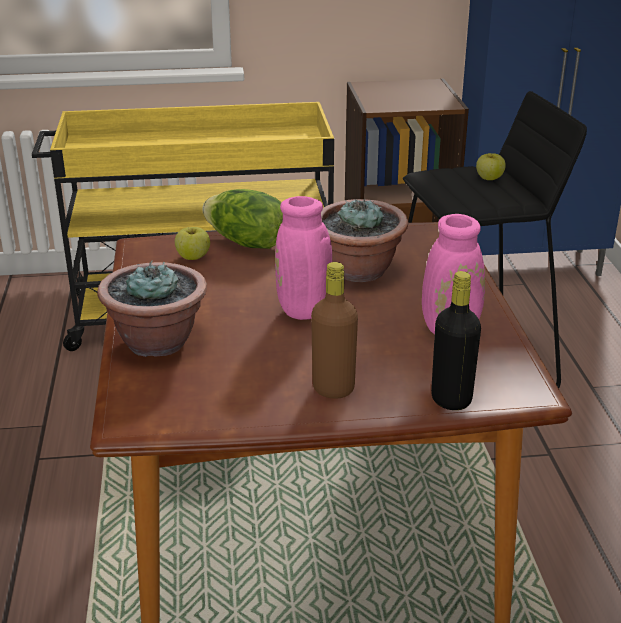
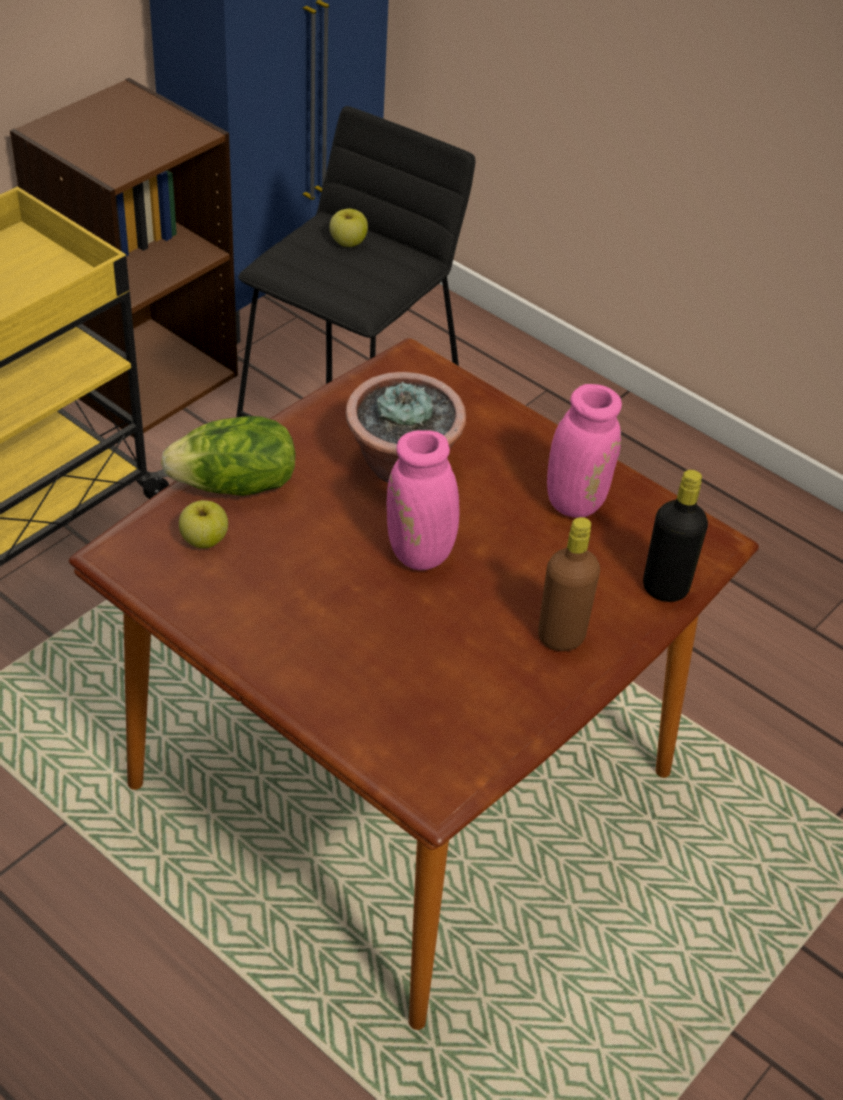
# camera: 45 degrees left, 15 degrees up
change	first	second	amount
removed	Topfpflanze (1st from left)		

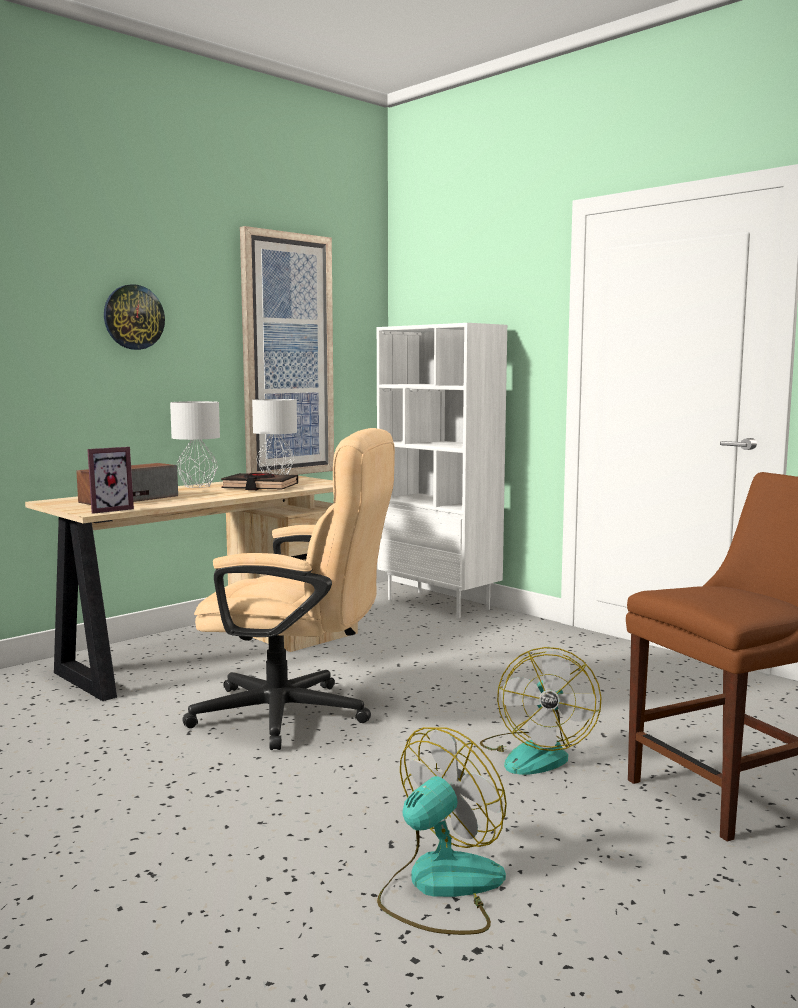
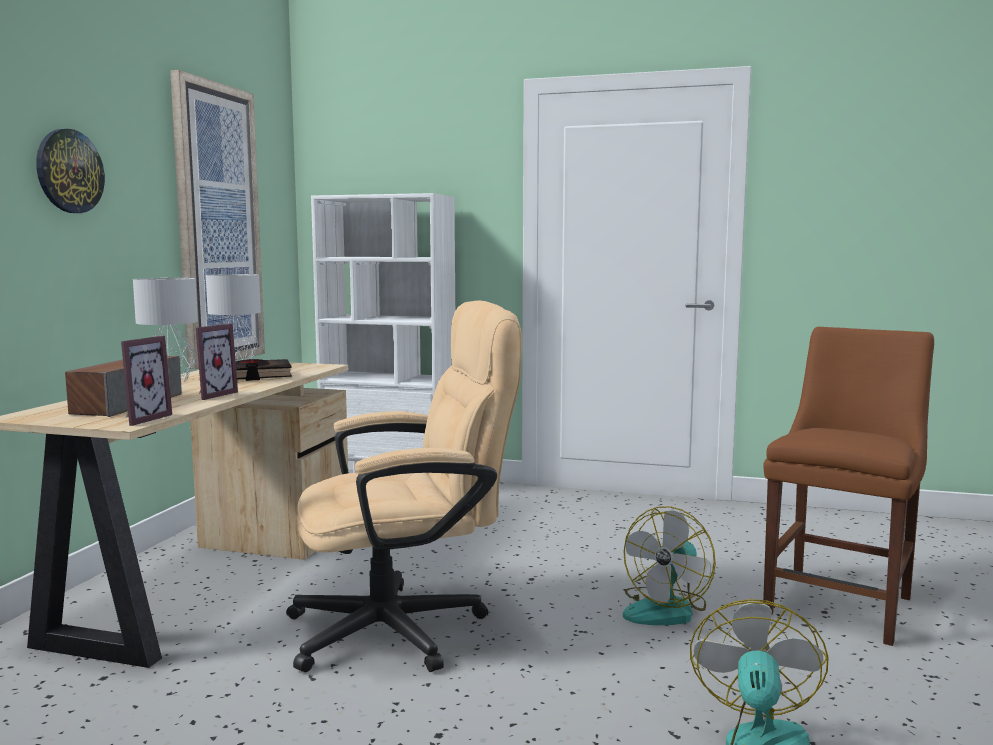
# camera: 30 degrees left, 0 degrees up
change	first	second	amount
turned	Ventilator (2nd from left in the first image)	Ventilator (1st from left)	60 degrees clockwise
added		Bilderrahmen (2nd from left)	

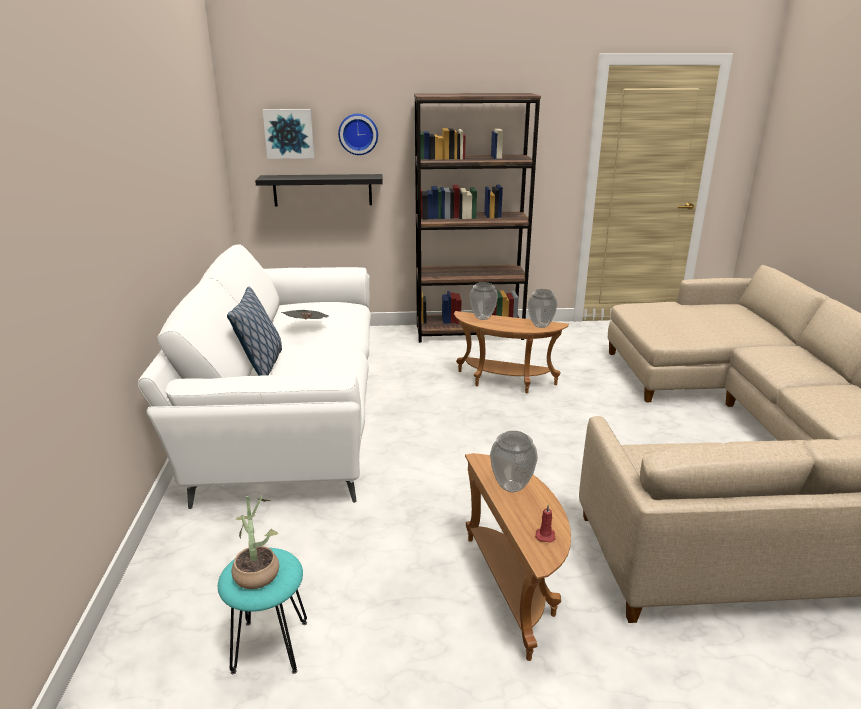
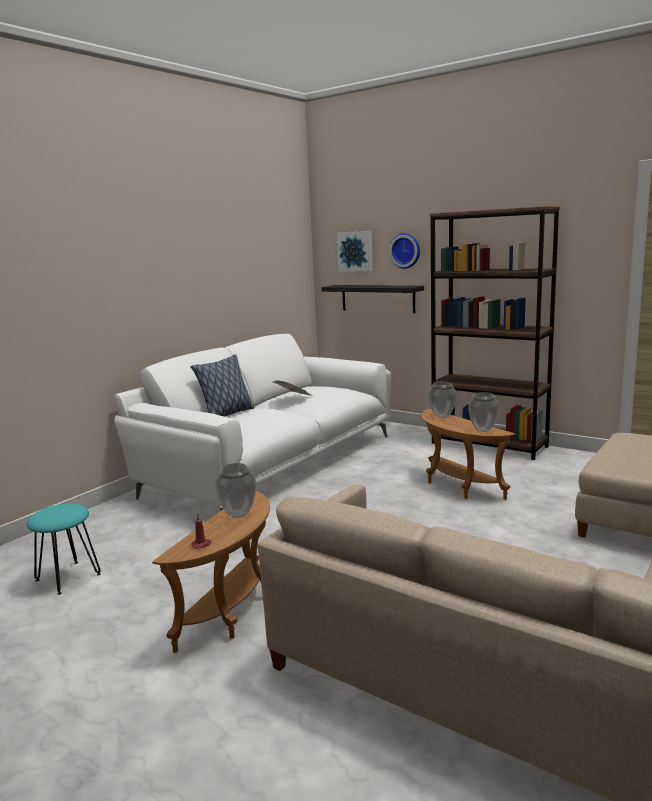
# camera: 40 degrees right, 10 degrees down
change	first	second	amount
removed	Topfpflanze		

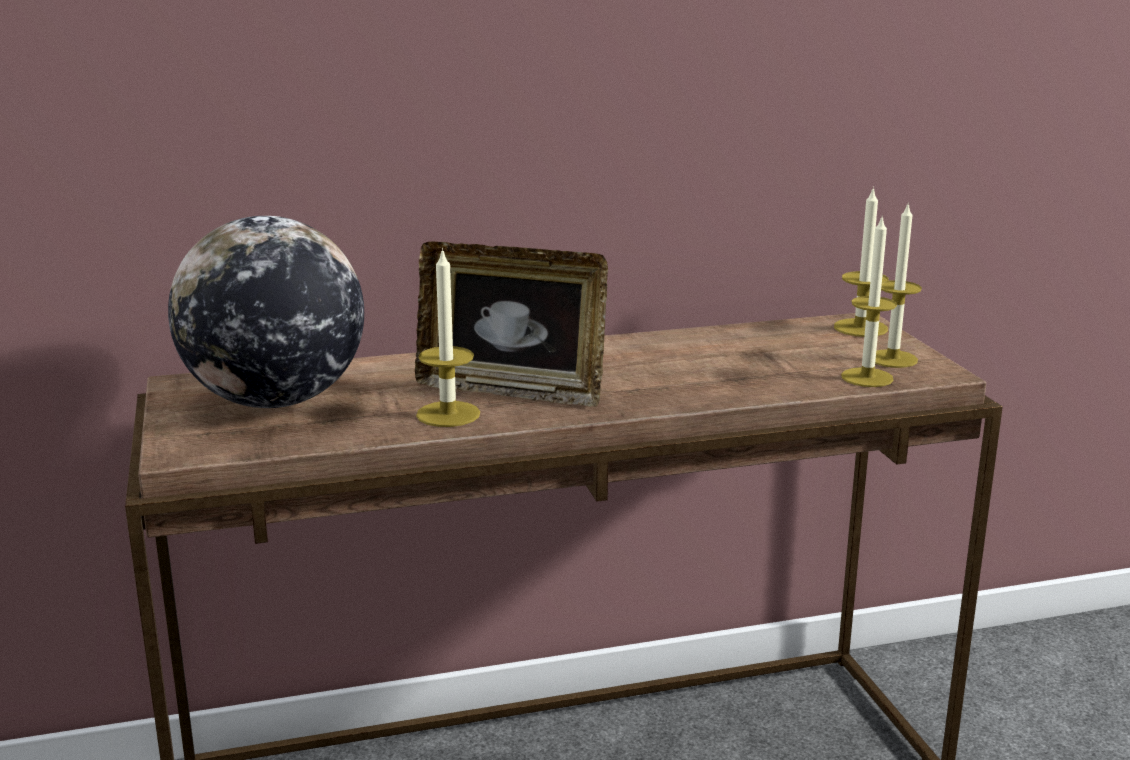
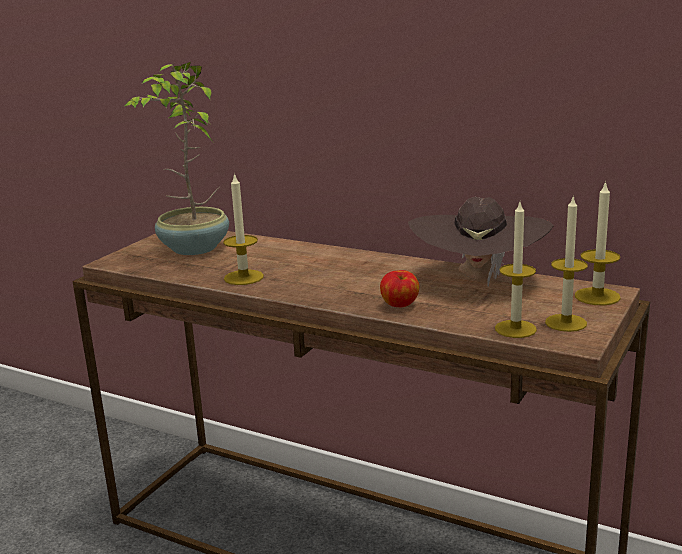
# camera: 45 degrees right, 0 degrees up
change	first	second	amount
replaced	Globus	Topfpflanze	
removed	Bilderrahmen		
added		Apfel	
added		Hut (braun)	

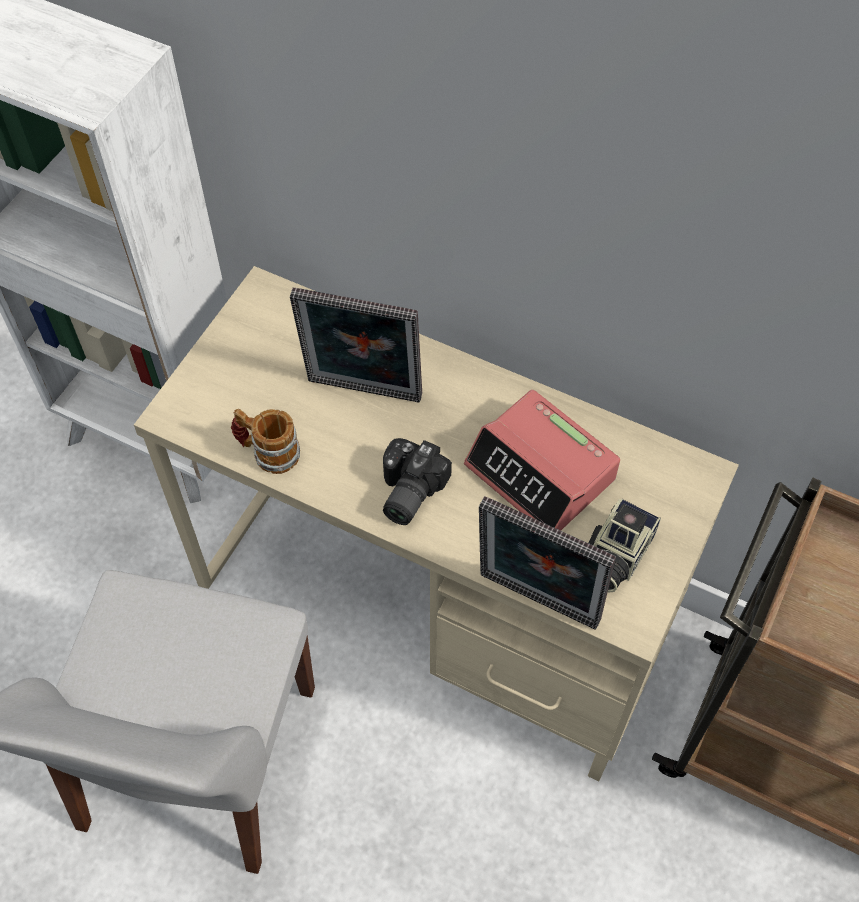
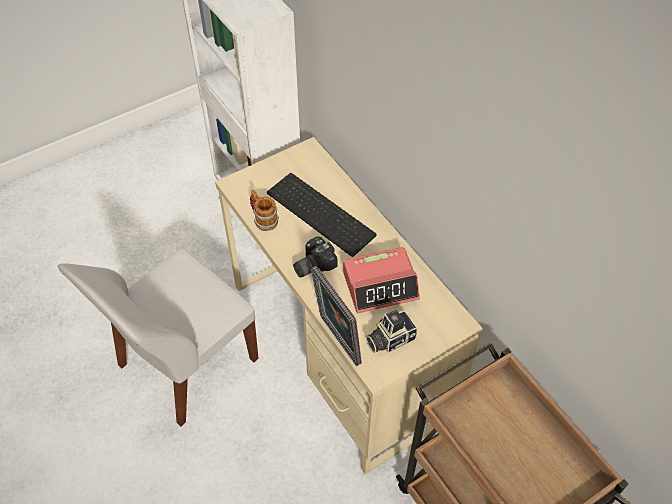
# camera: 30 degrees right, 5 degrees down
change	first	second	amount
replaced	Bilderrahmen (1st from left)	Tastatur	
turned	Wecker		90 degrees counterclockwise

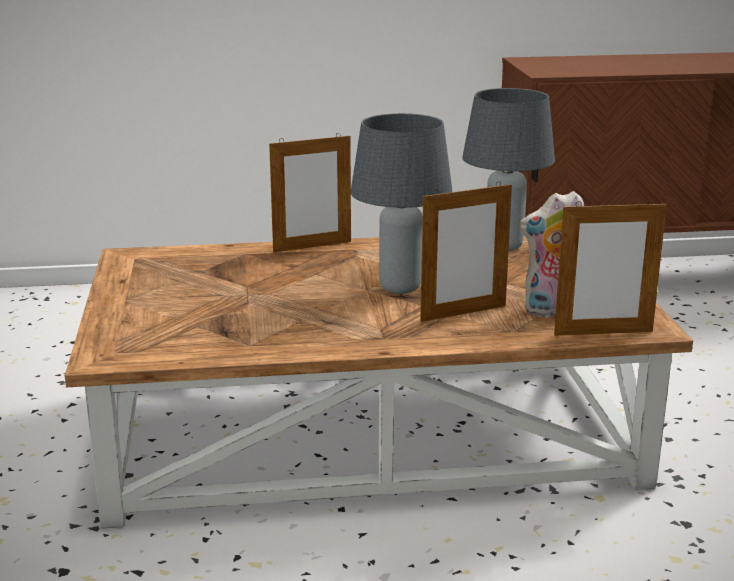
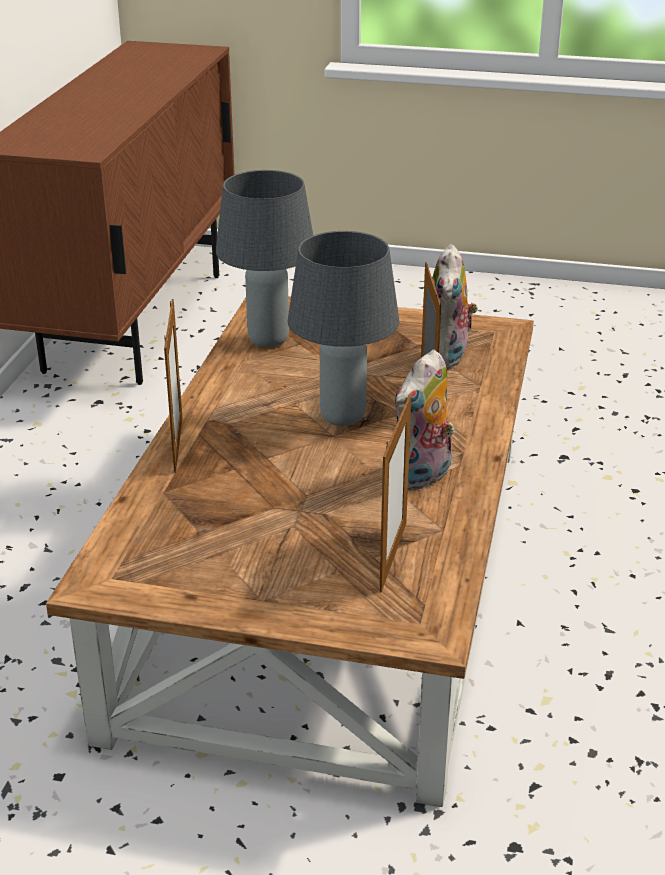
# camera: 70 degrees left, 10 degrees up
change	first	second	amount
moved	Bilderrahmen (3rd from left in the first image)	Bilderrahmen (2nd from left)	
added		Plüschtier (1st from left)	

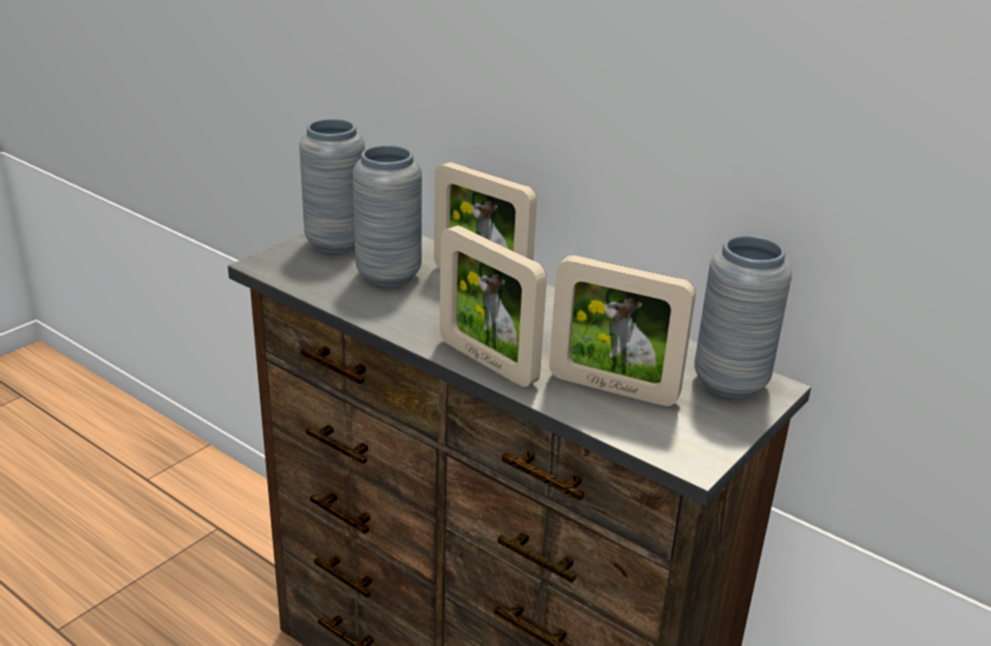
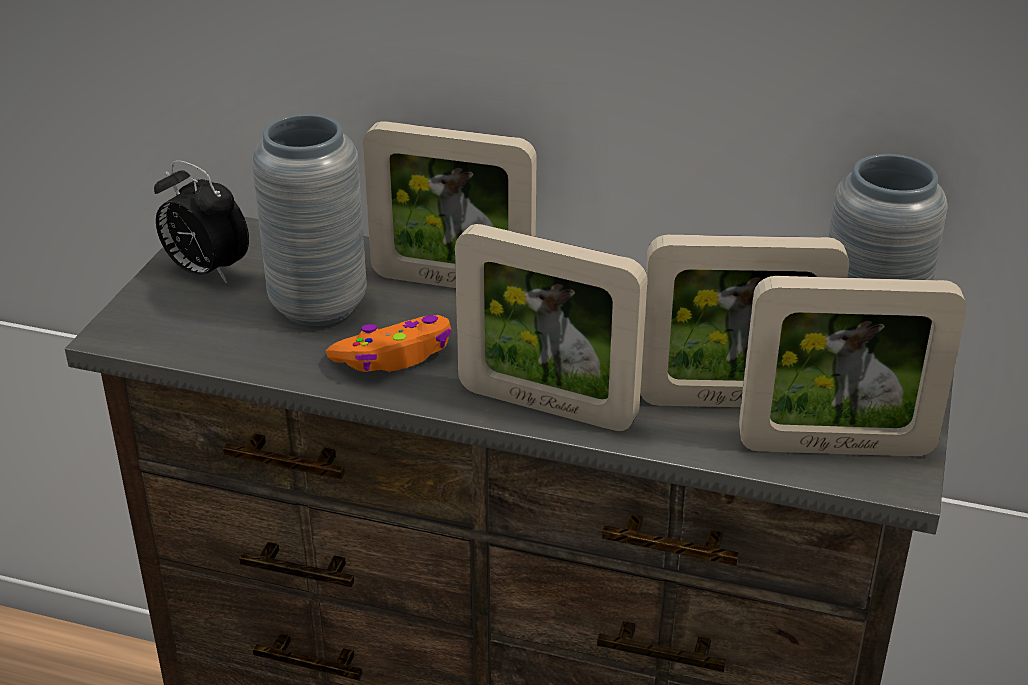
# camera: 20 degrees left, 5 degrees up
change	first	second	amount
replaced	Vase (grau) (1st from left)	Wecker	
added		Gamepad (orange)	
added		Bilderrahmen (4th from left)	

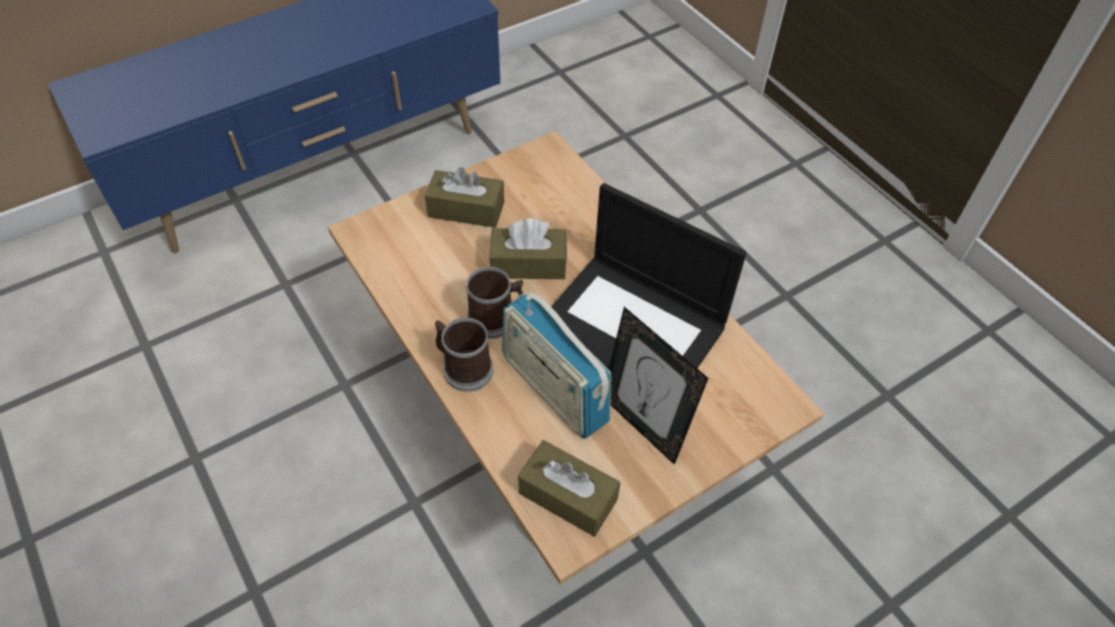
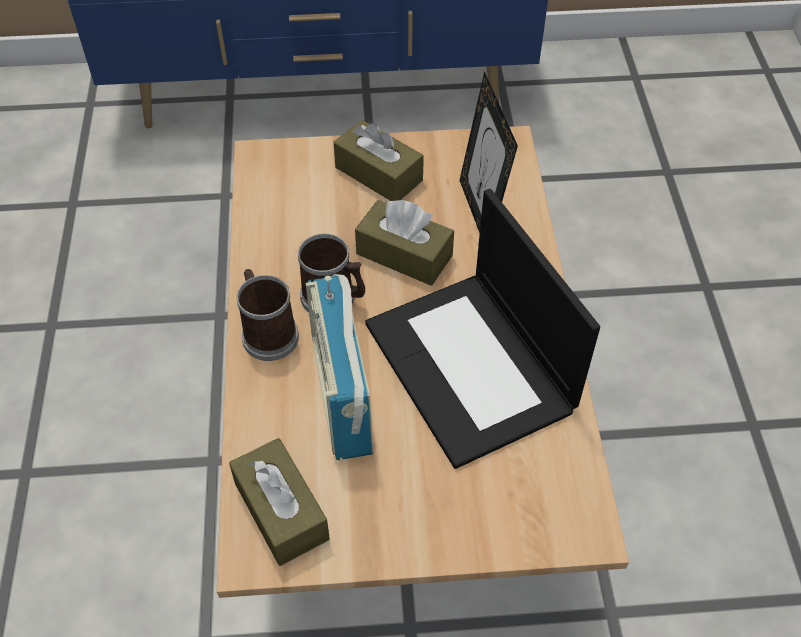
# camera: 30 degrees right, 0 degrees up
change	first	second	amount
moved	Bilderrahmen		

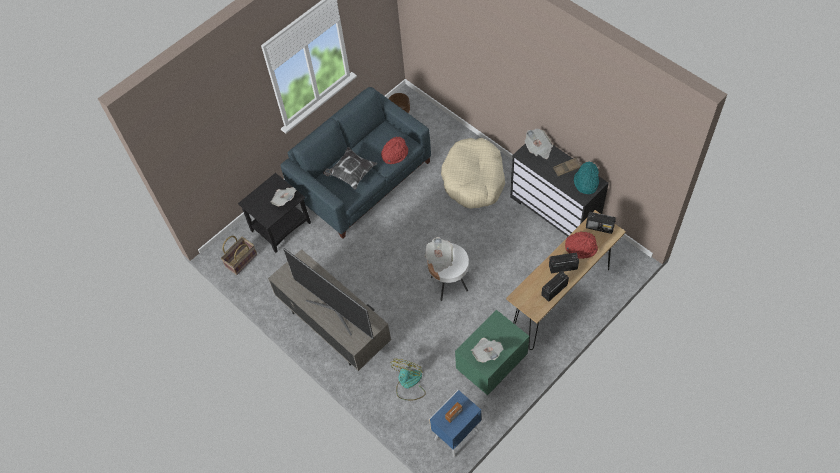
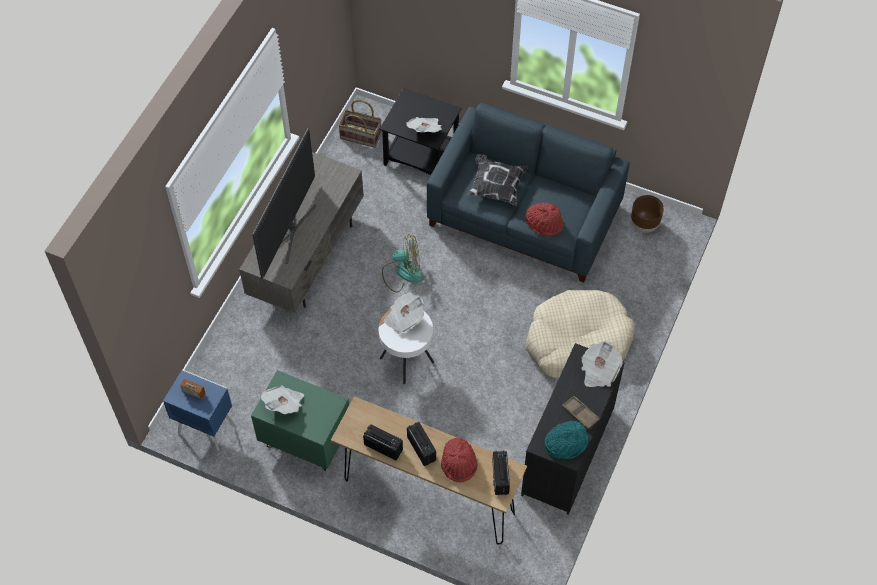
# camera: 65 degrees right, 0 degrees up
change	first	second	amount
moved	Ventilator		

